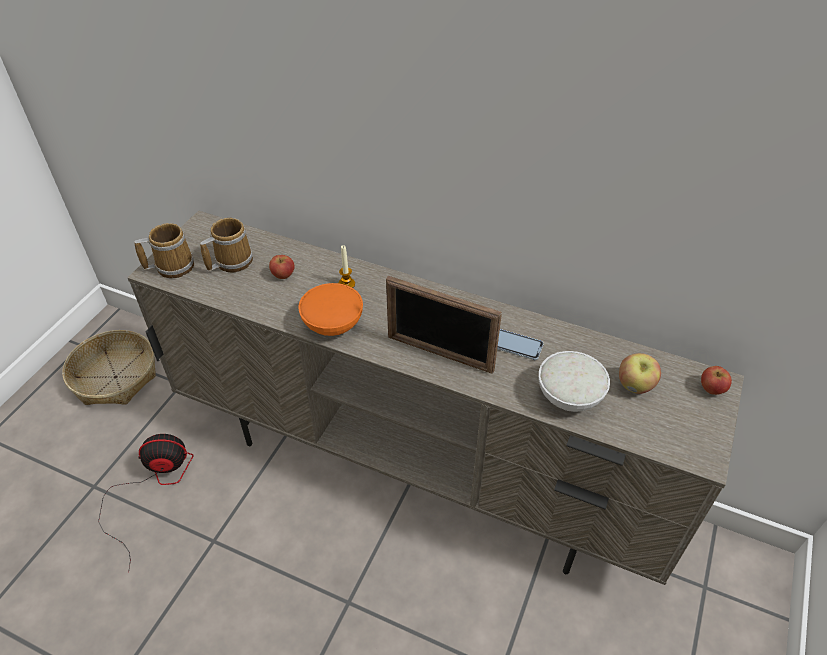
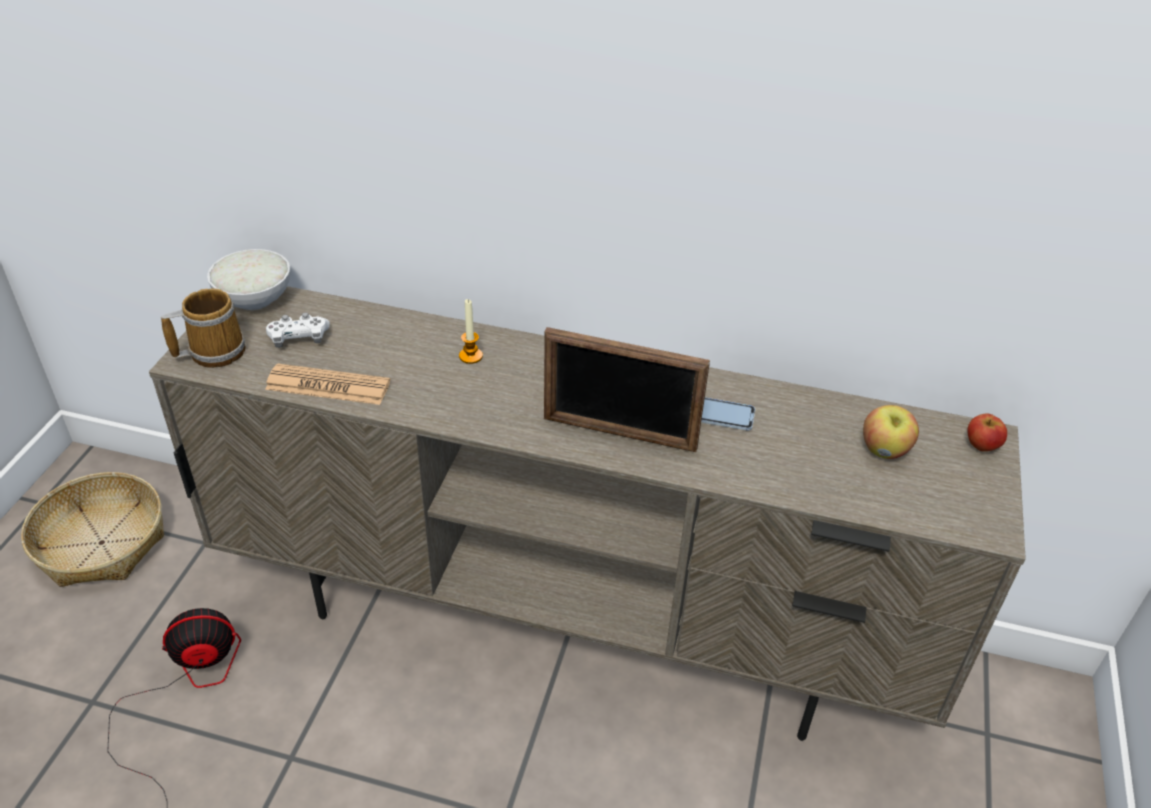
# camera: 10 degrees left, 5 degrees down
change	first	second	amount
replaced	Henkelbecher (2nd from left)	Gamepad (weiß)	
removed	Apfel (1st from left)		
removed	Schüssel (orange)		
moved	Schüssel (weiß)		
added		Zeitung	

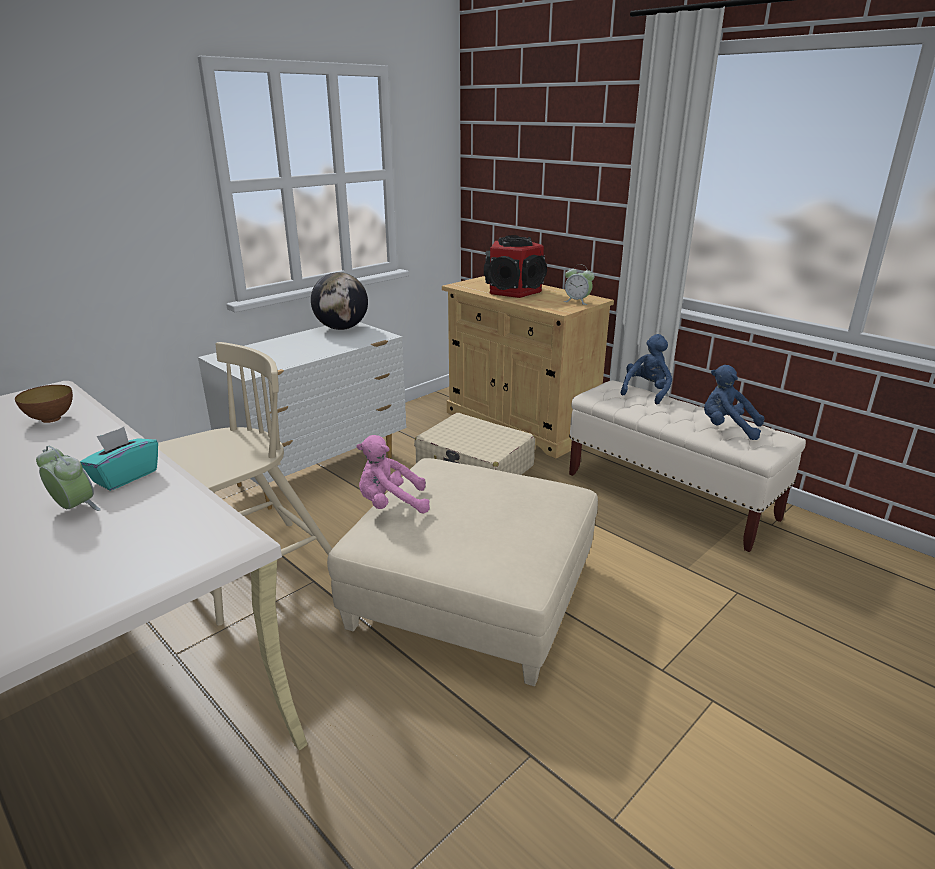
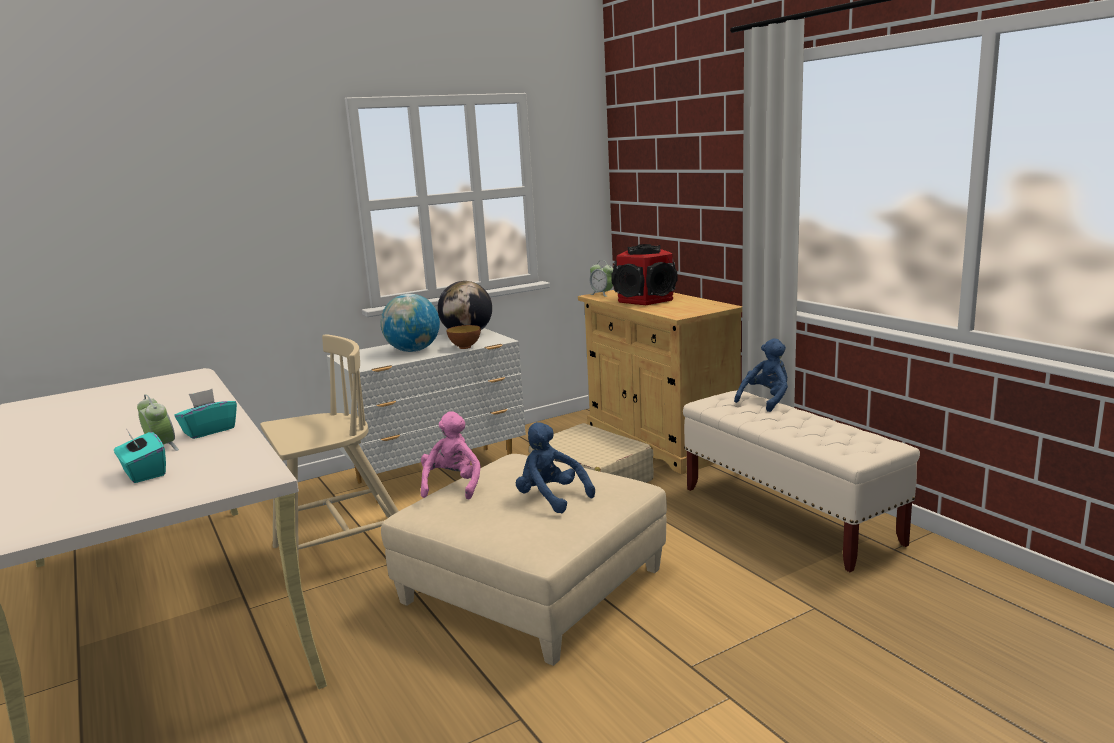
# camera: 15 degrees right, 10 degrees down
change	first	second	amount
moved	Schüssel		
turned	Plüschtier (rosa)		90 degrees clockwise
moved	Wecker (2nd from left)		
moved	Plüschtier (blau) (2nd from left in the first image)	Plüschtier (blau) (1st from left)	
added		Taschentuchbox (türkis) (1st from left)	
added		Globus (1st from left)	

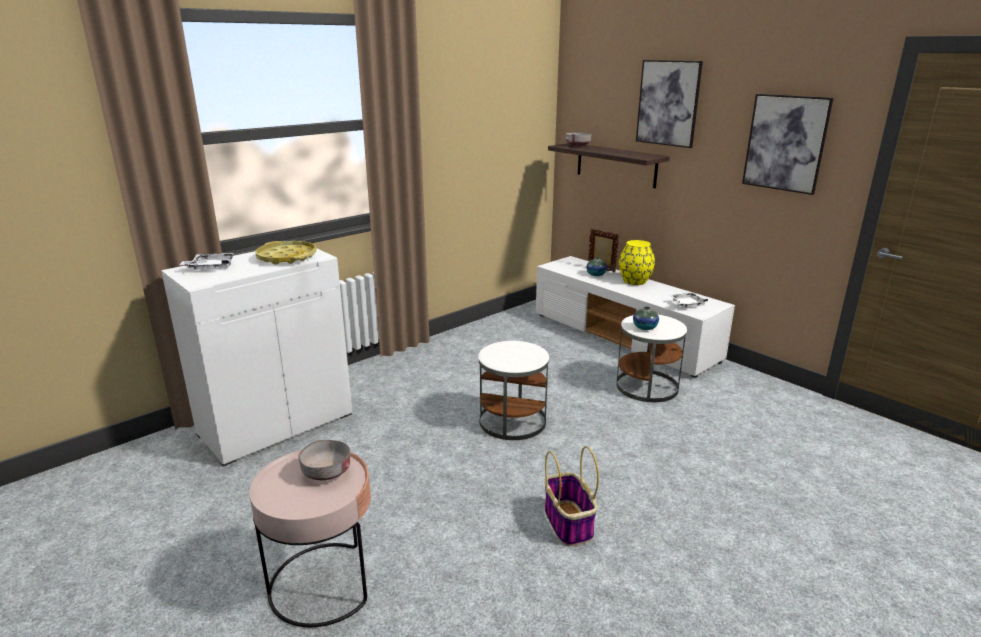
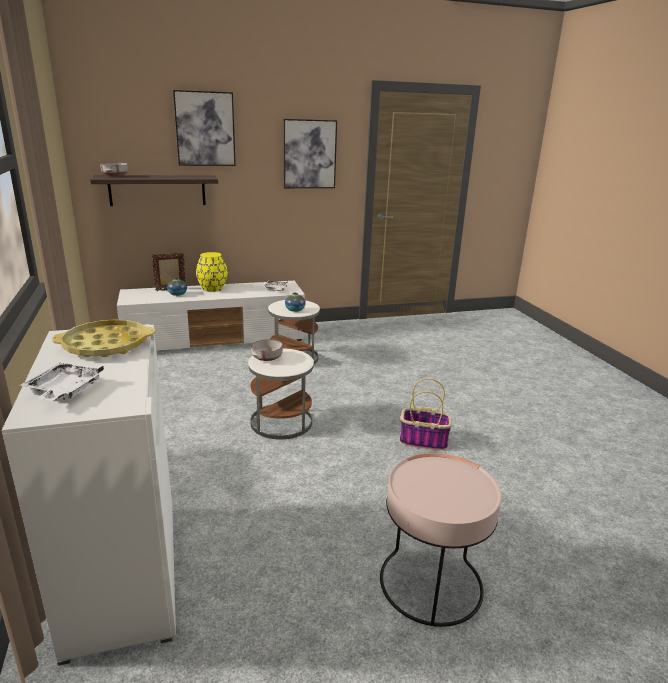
# camera: 65 degrees left, 0 degrees up
change	first	second	amount
moved	Schüssel (grau) (1st from left in the first image)	Schüssel (grau) (2nd from left)	

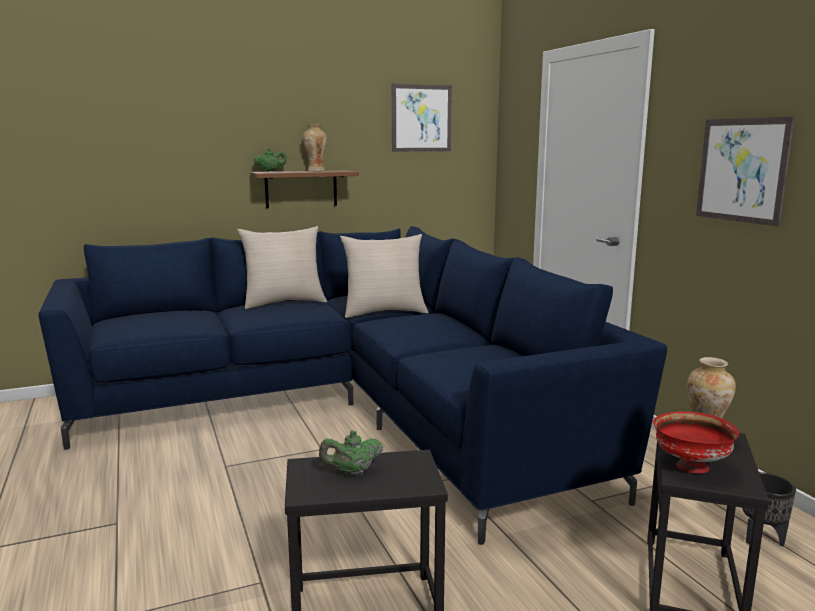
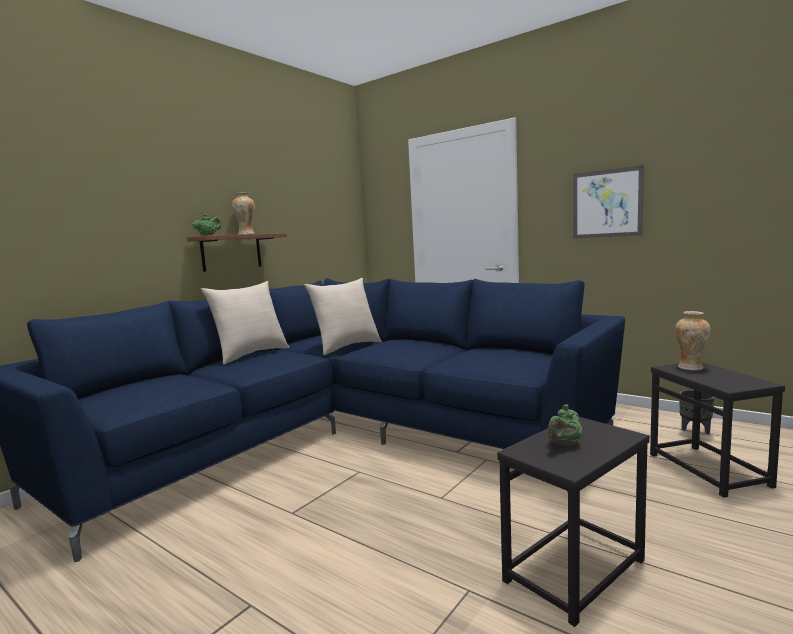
# camera: 30 degrees left, 5 degrees down
change	first	second	amount
removed	Bild (1st from left)		
removed	Schüssel (rot)		

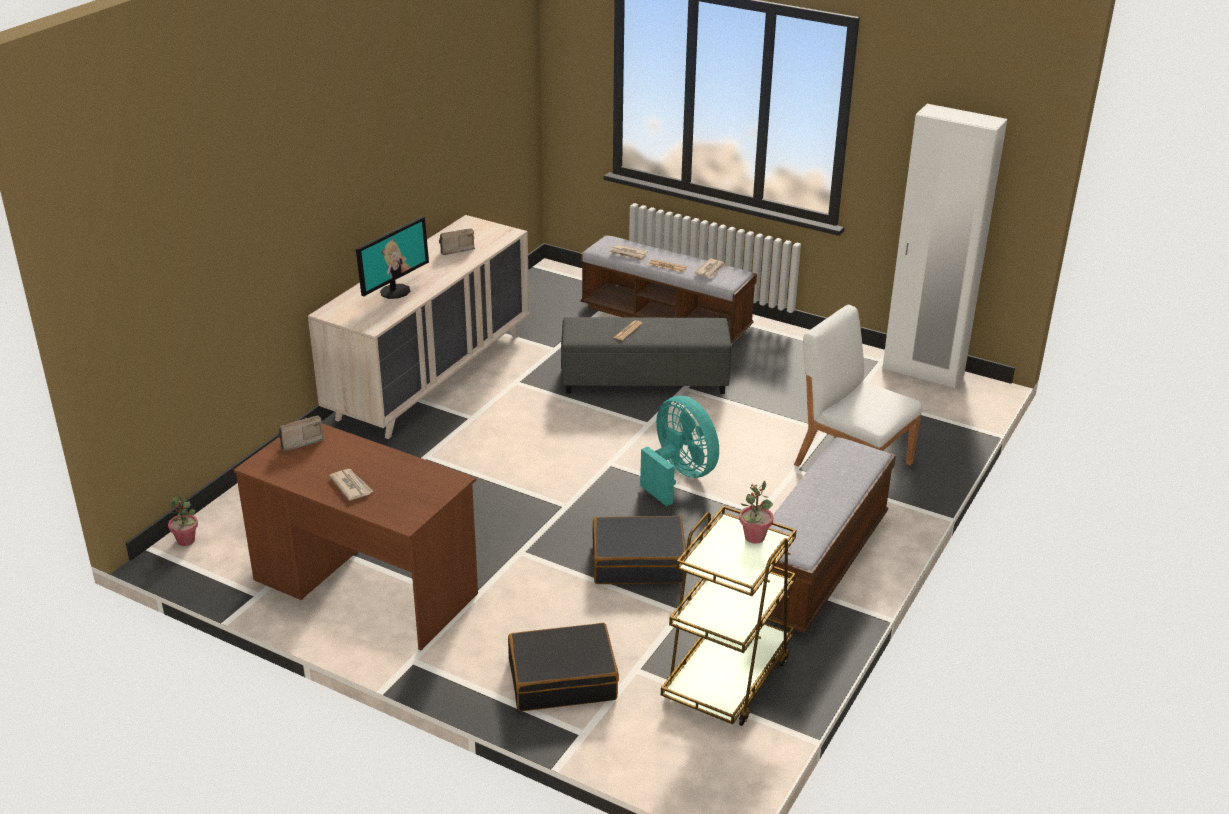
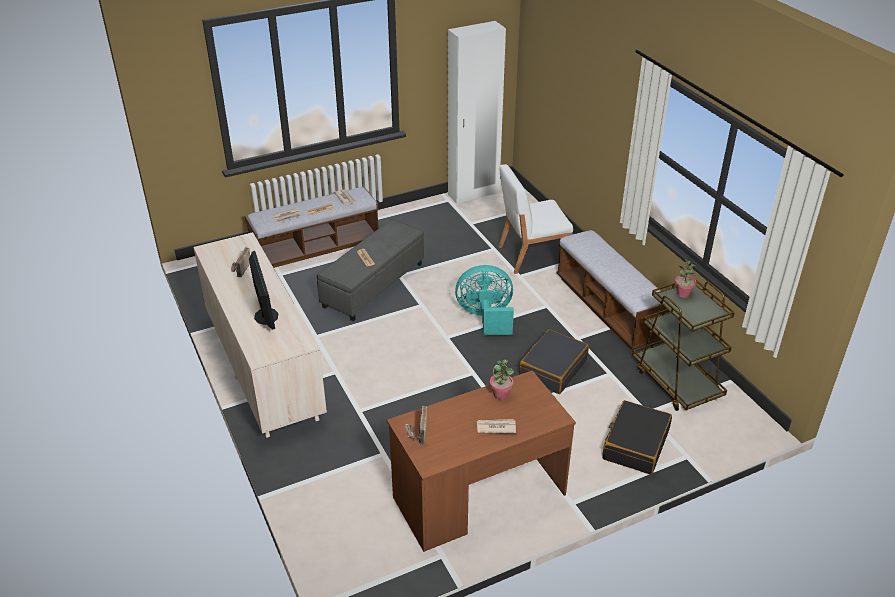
# camera: 55 degrees left, 5 degrees up
change	first	second	amount
moved	Topfpflanze (1st from left)		

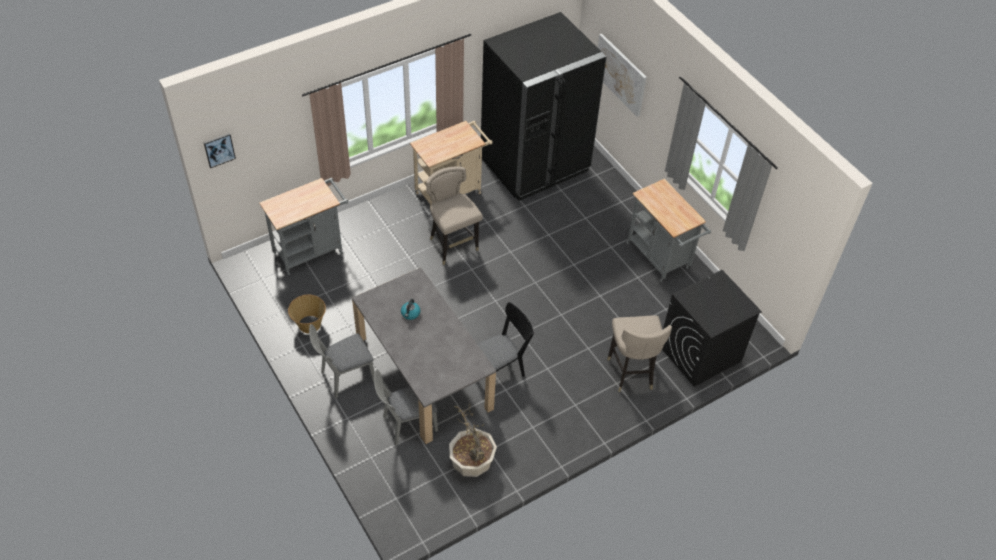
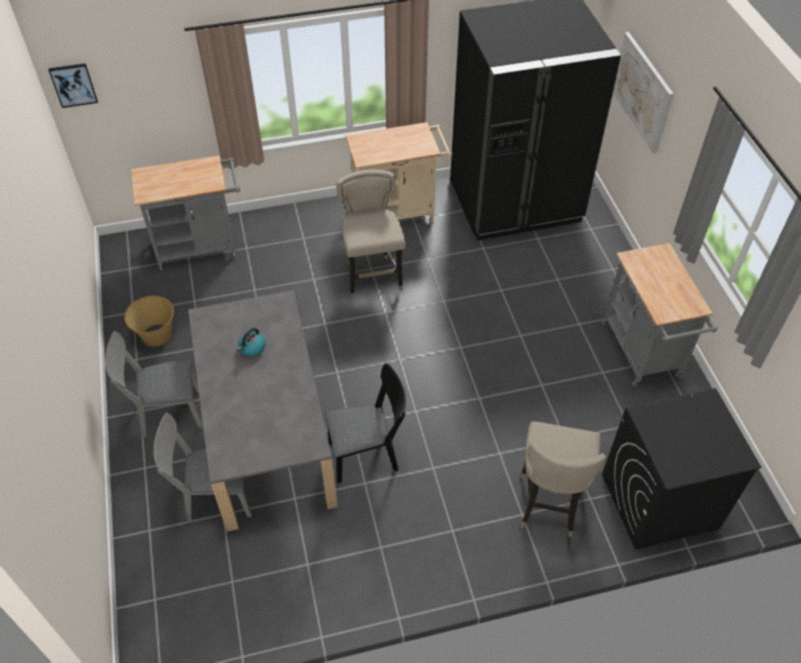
# camera: 20 degrees right, 0 degrees up
change	first	second	amount
removed	Topfpflanze		

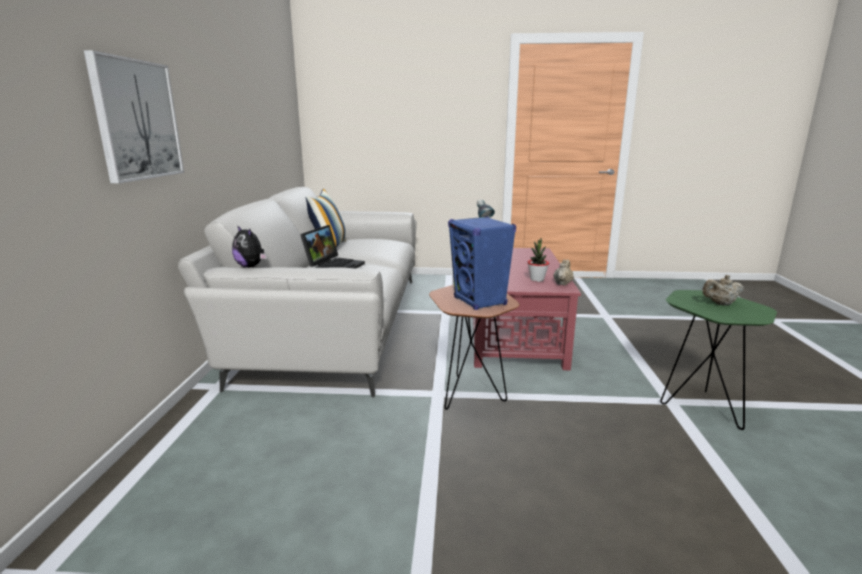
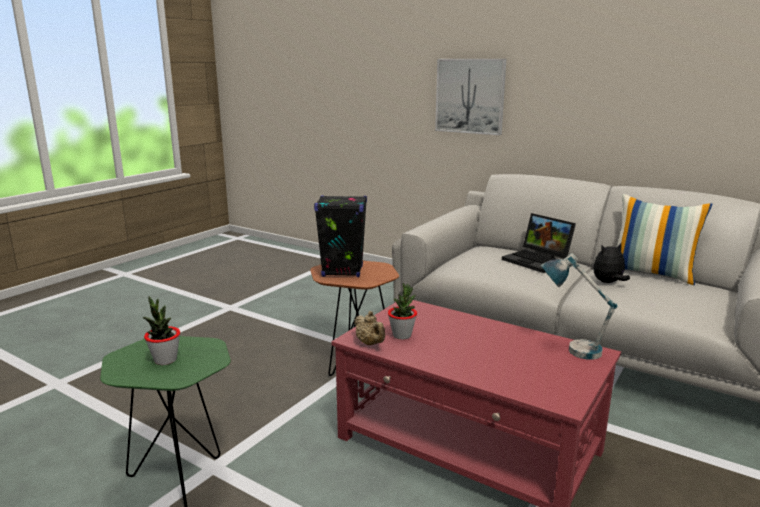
# camera: 120 degrees right, 0 degrees up
change	first	second	amount
moved	Plüschtier		
recoloured	Lautsprecher (blau)	Lautsprecher (schwarz)	
replaced	Teekanne (beige) (2nd from left)	Topfpflanze (1st from left)	

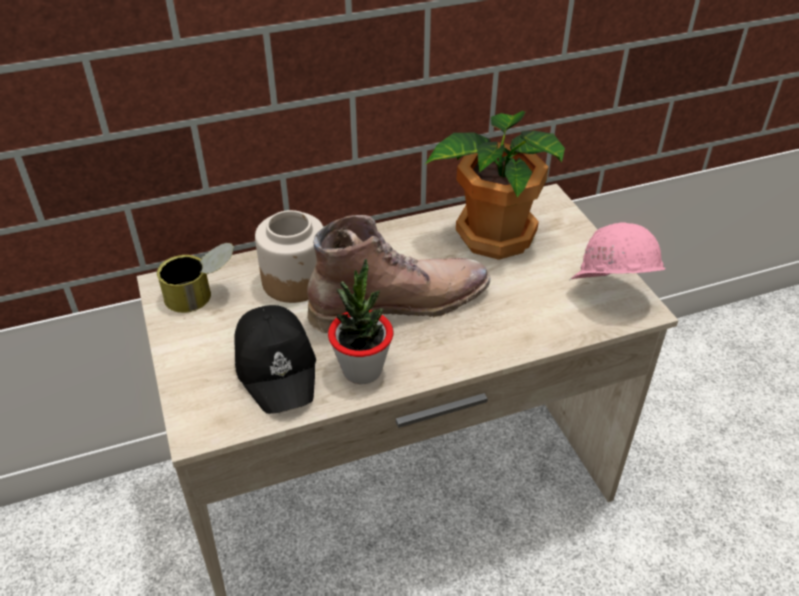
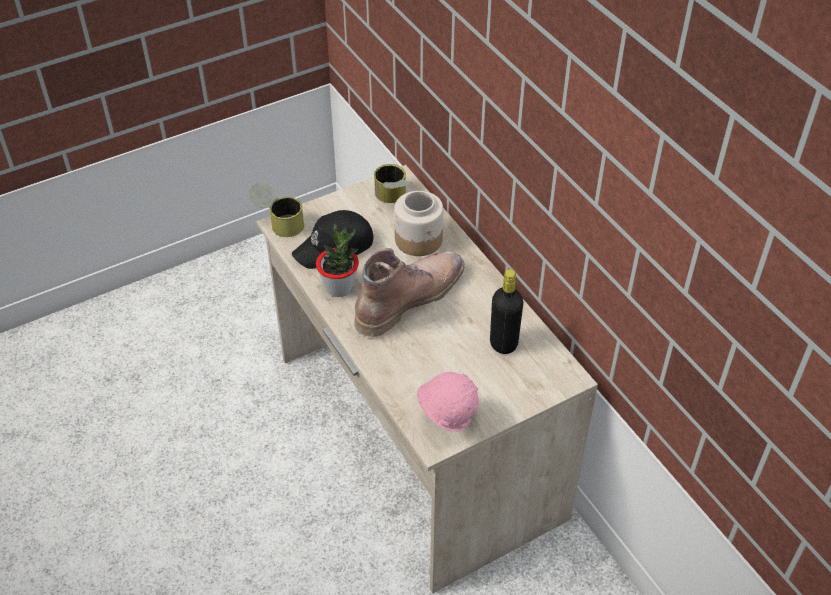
# camera: 80 degrees right, 5 degrees up
change	first	second	amount
turned	Stiefel (braun)		105 degrees counterclockwise
replaced	Topfpflanze (2nd from left)	Flasche (schwarz)	
added		Dose (1st from left)	

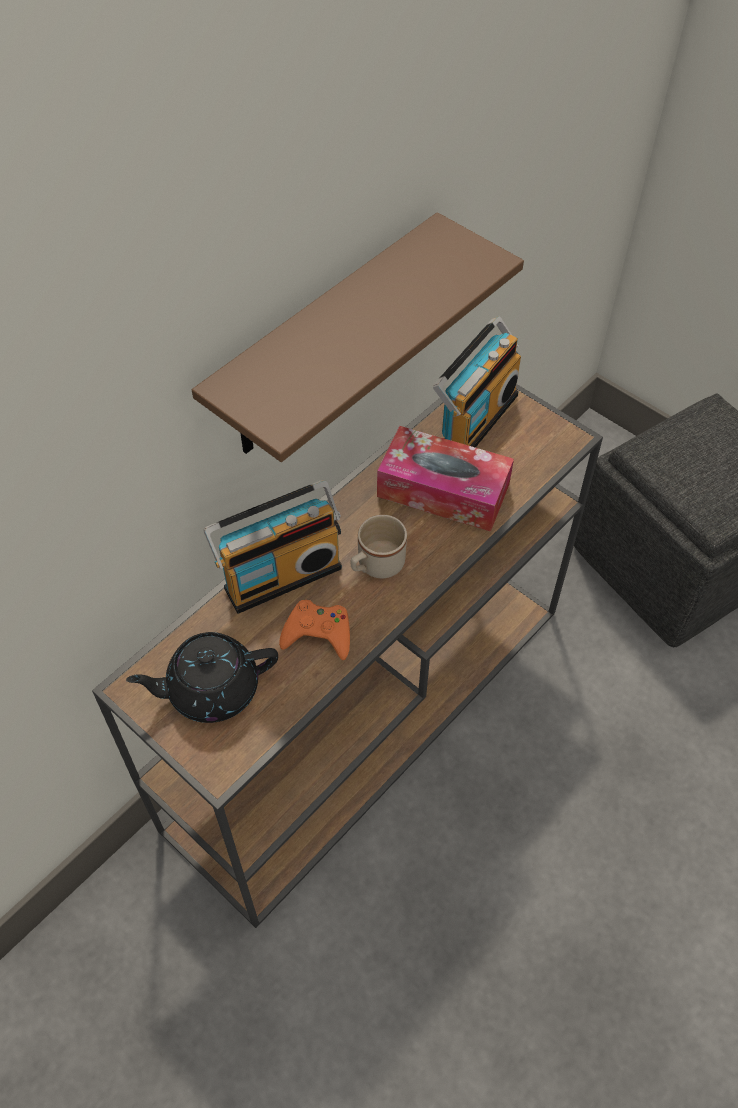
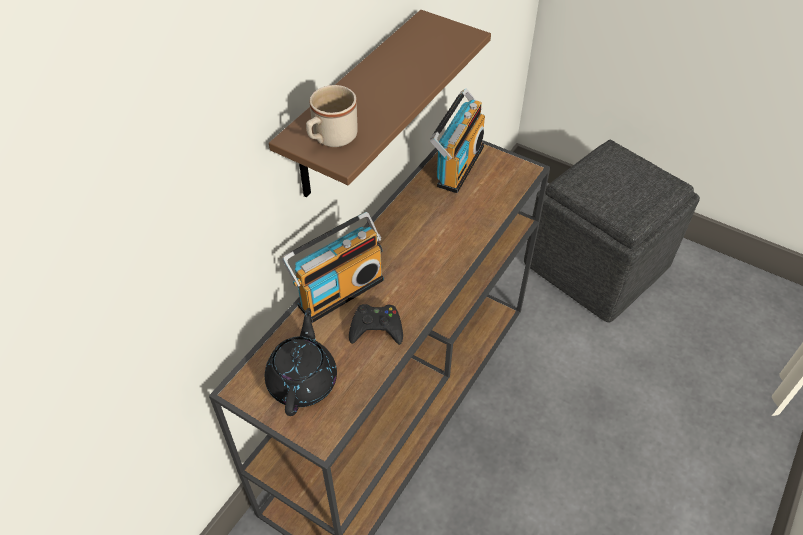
# camera: 10 degrees left, 5 degrees down
change	first	second	amount
turned	Teekanne (schwarz)		120 degrees clockwise
recoloured	Gamepad (orange)	Gamepad (schwarz)	
moved	Henkelbecher (beige)		
removed	Taschentuchbox		

